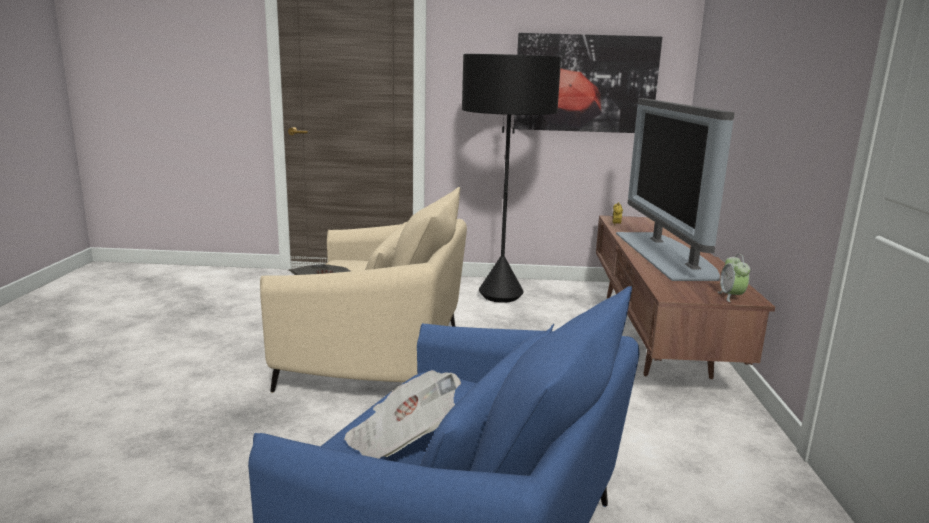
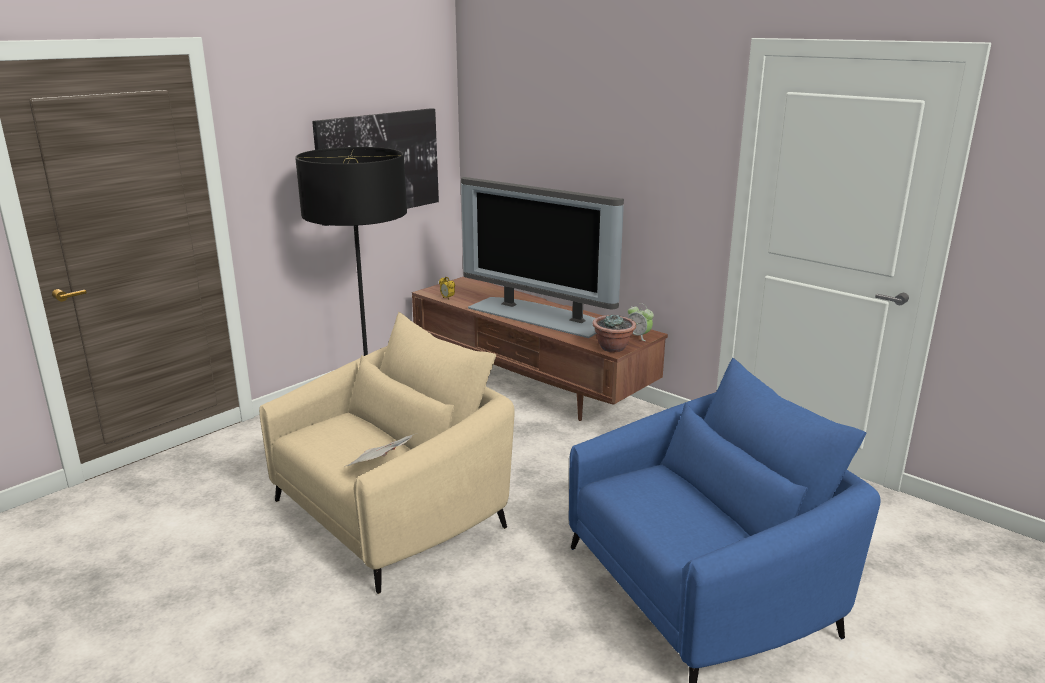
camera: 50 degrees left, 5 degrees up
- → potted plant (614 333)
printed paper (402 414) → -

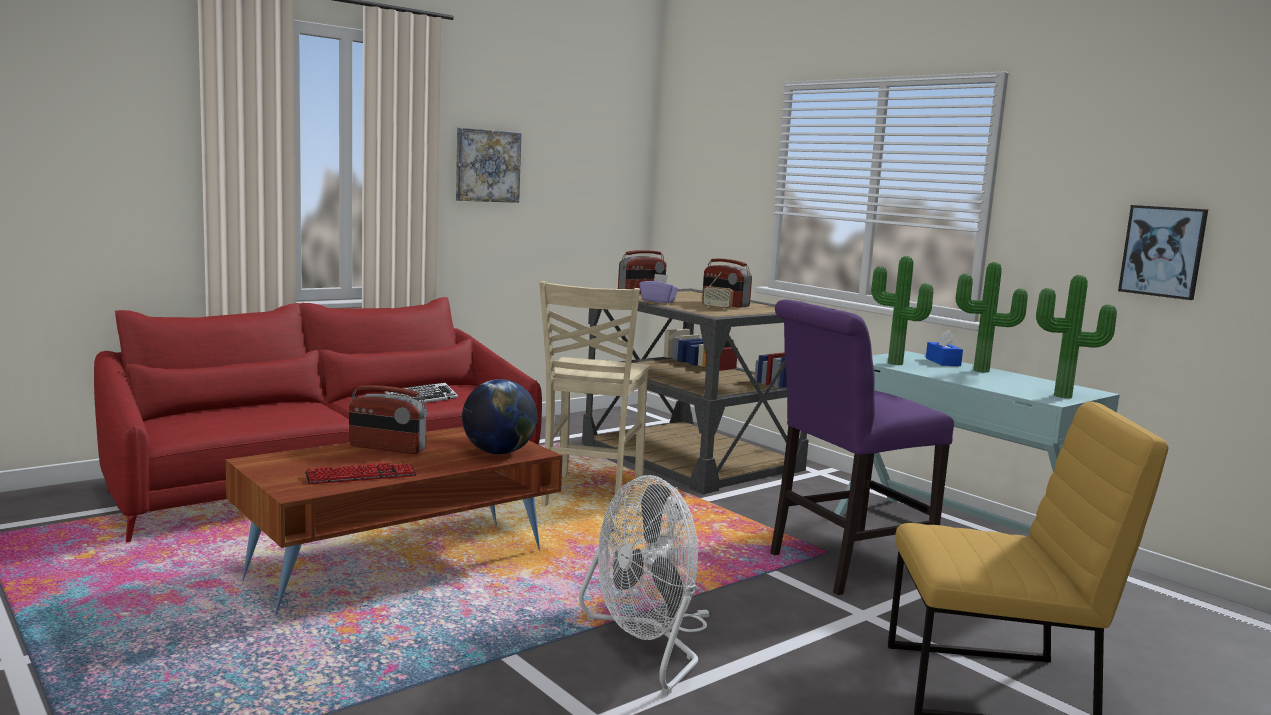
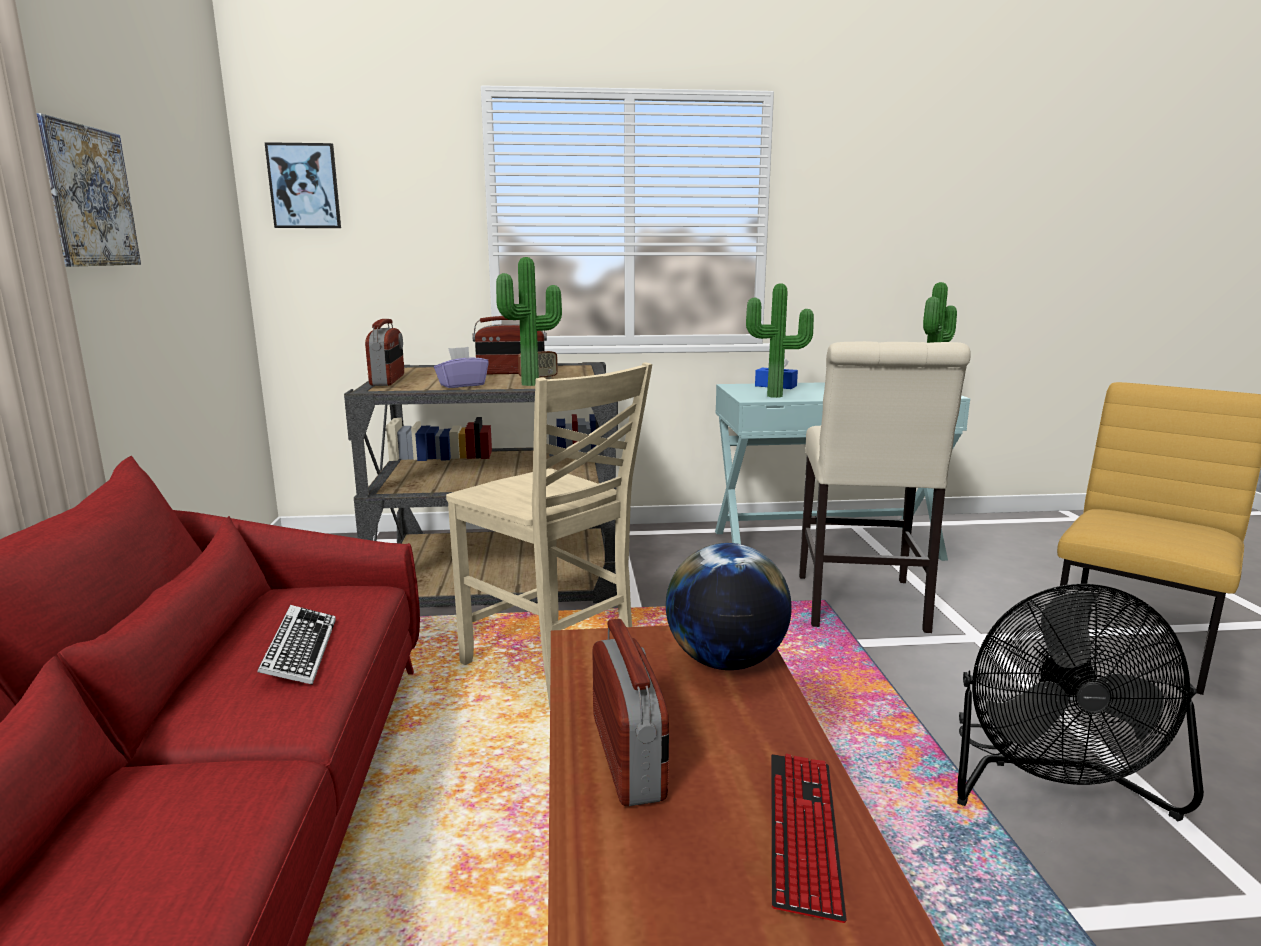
camera: 55 degrees left, 5 degrees up
wall art (1163 252) → wall art (302 185), moved
potted plant (992 317) → potted plant (529 321), moved
radio set (388 419) → radio set (630 712), 60 degrees counterclockwise
purple-coloured sitting stool (862 447) → beige-coloured sitting stool (885 487)
white cooling fan (645 585) → blackish cooling fan (1080 702)

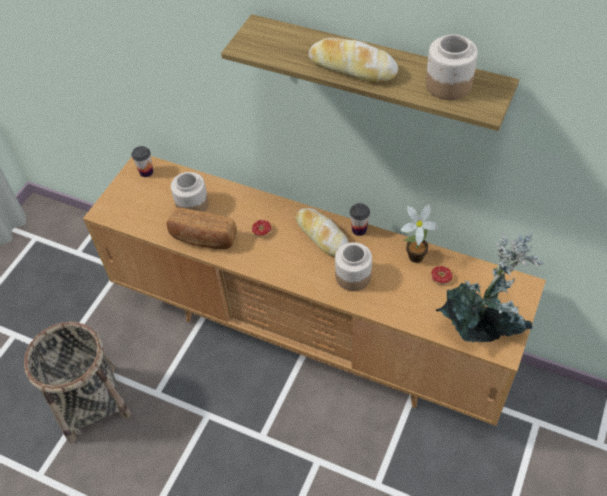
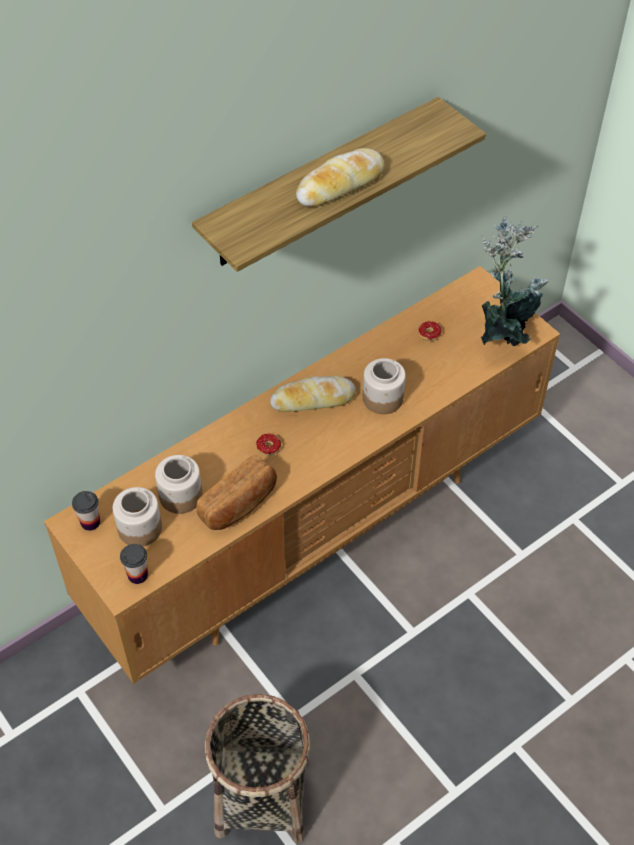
camera: 65 degrees left, 0 degrees up
preserve jar (452 67) → preserve jar (137 516), moved
drinking cup (360 219) → drinking cup (134 564), moved
potted plant (419 233) → -

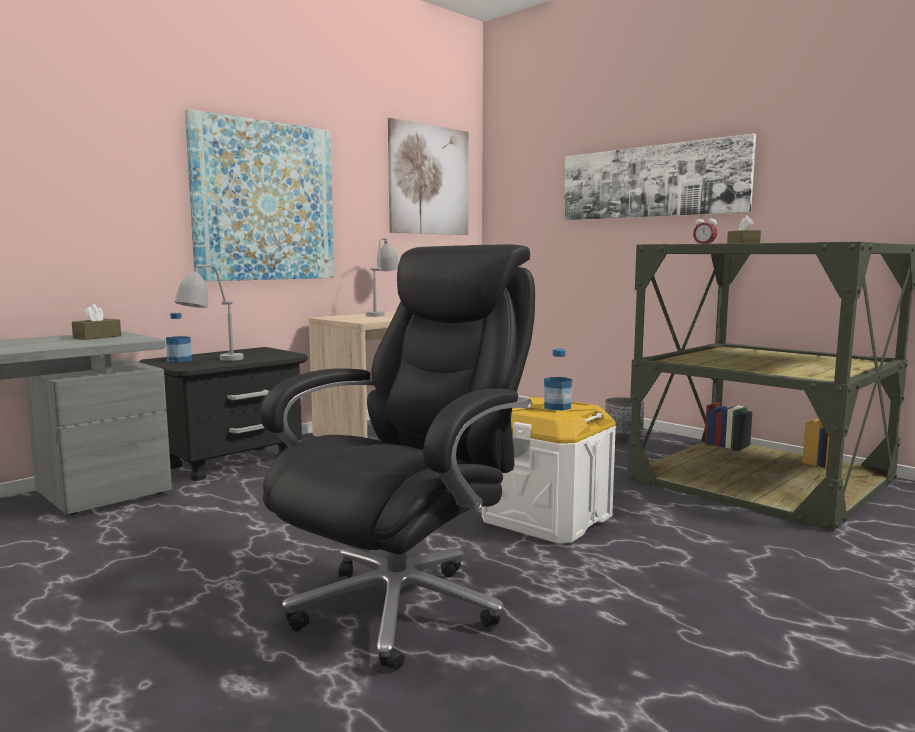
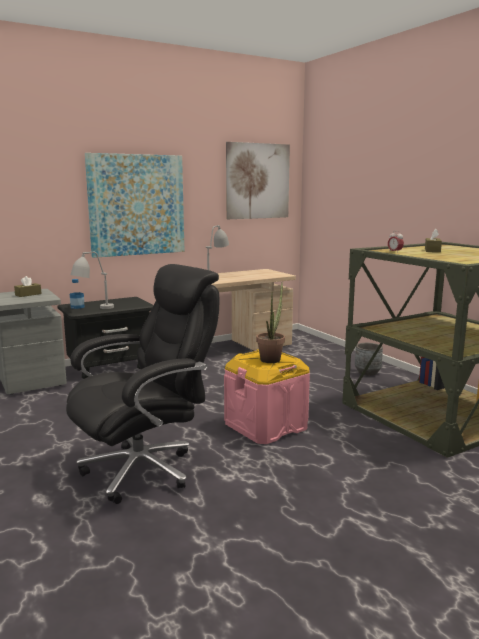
camera: 15 degrees right, 5 degrees up
white storage box (549 470) → pink storage box (267 396)
bottle (558 379) → potted plant (270 322)
wall art (660 176) → -

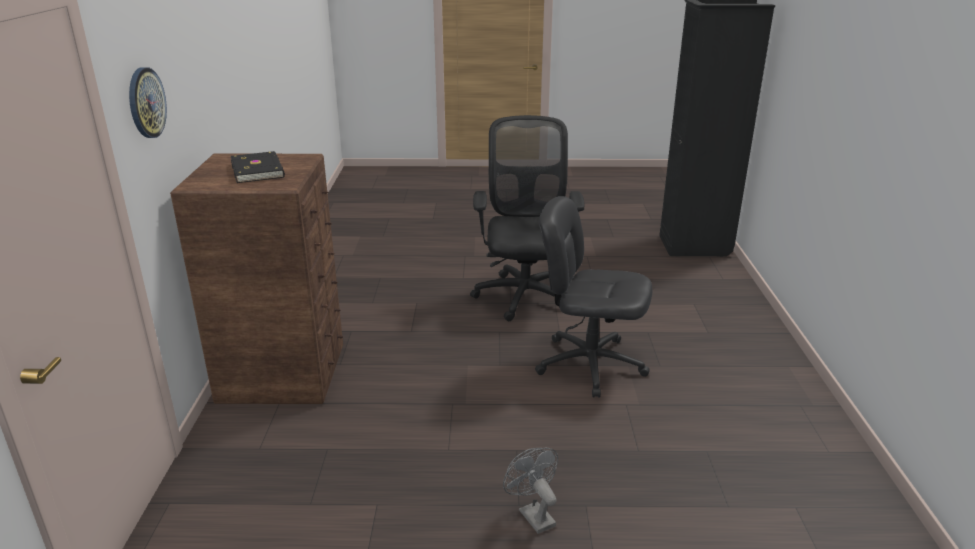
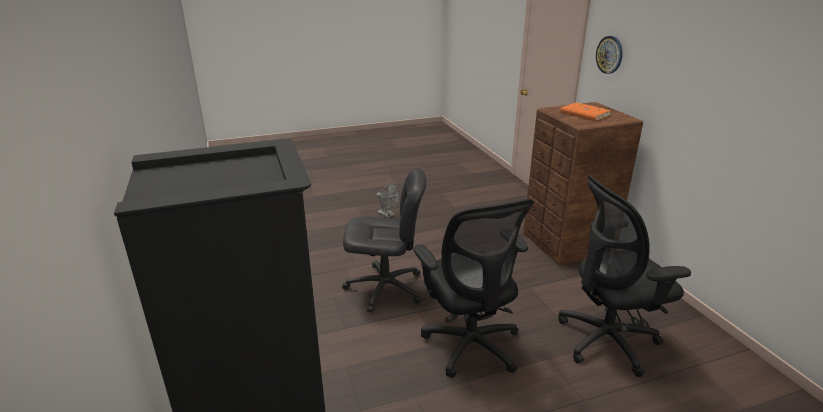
camera: 160 degrees right, 0 degrees up
- → blackish office chair (624 276)
blackish book (258 167) → orange-coloured book (585 112)

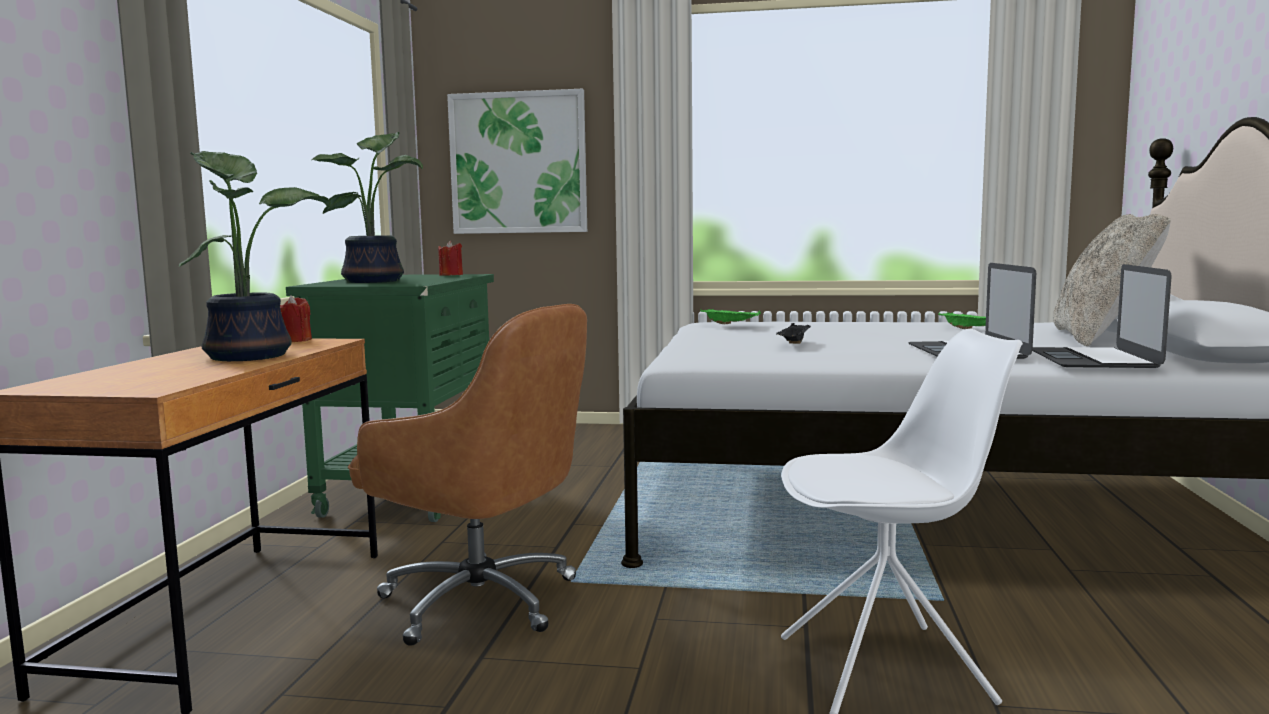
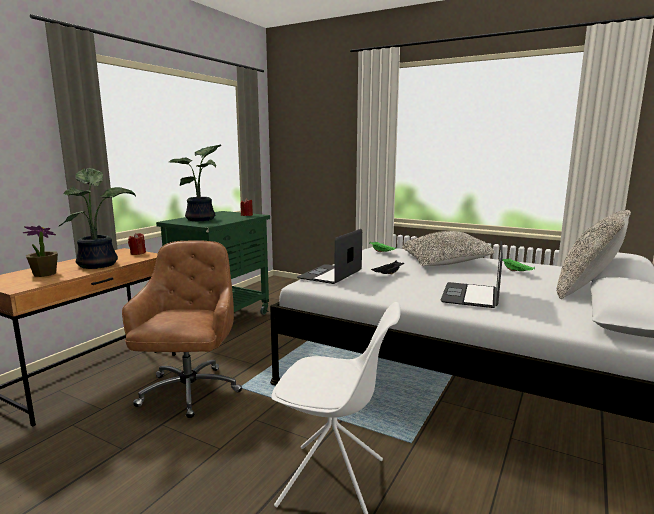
camera: 20 degrees right, 5 degrees up
- → potted plant (40 251)
brownish office chair (467 475) → brownish office chair (182 329), 135 degrees counterclockwise
laptop (1102 316) → laptop (329 256), moved
- → beige-coloured cushion (449 248)
wall art (517 161) → -

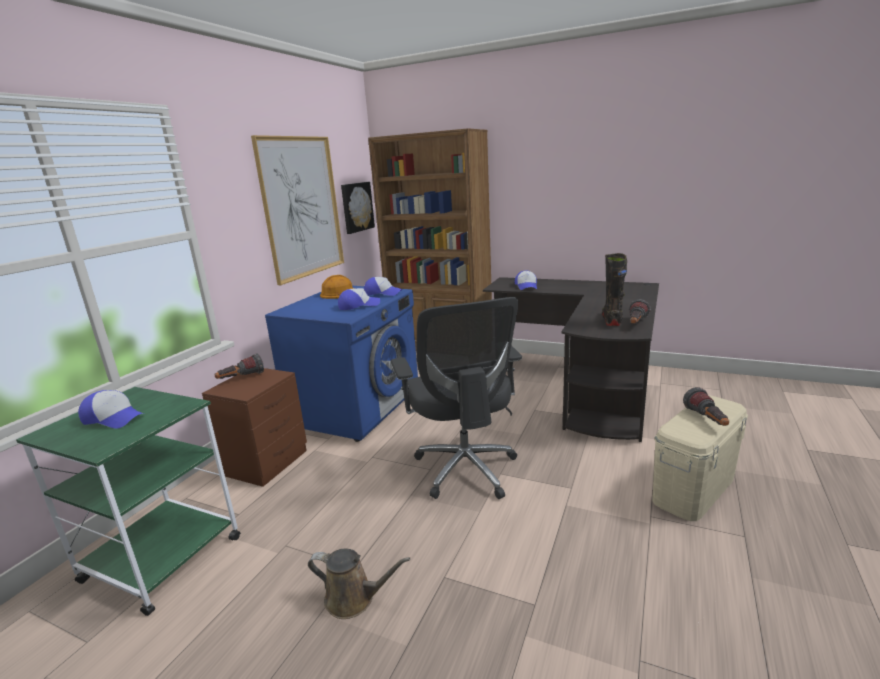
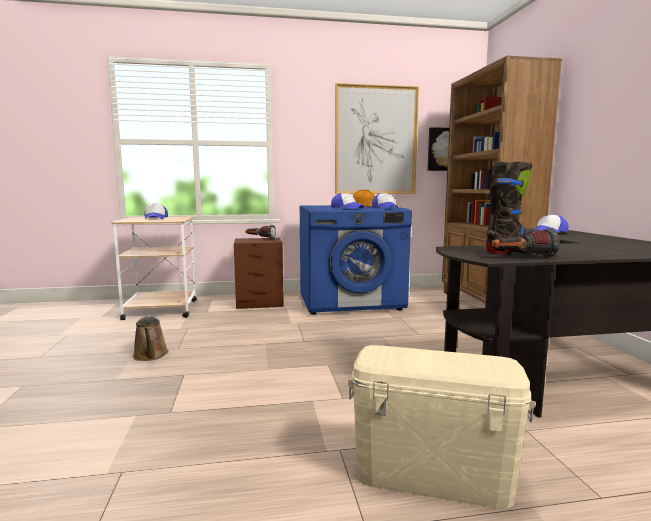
camera: 55 degrees right, 10 degrees down
green cart (128 501) → beige-coloured cart (154 268)
office chair (456 398) → -
hand torch (706 406) → -

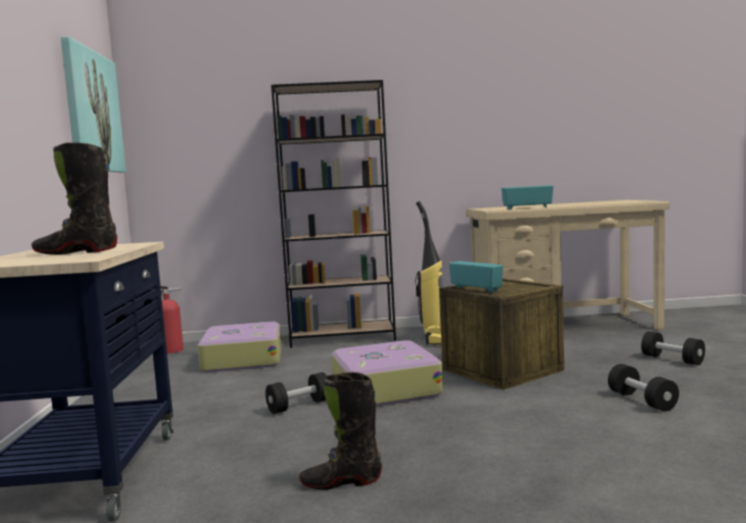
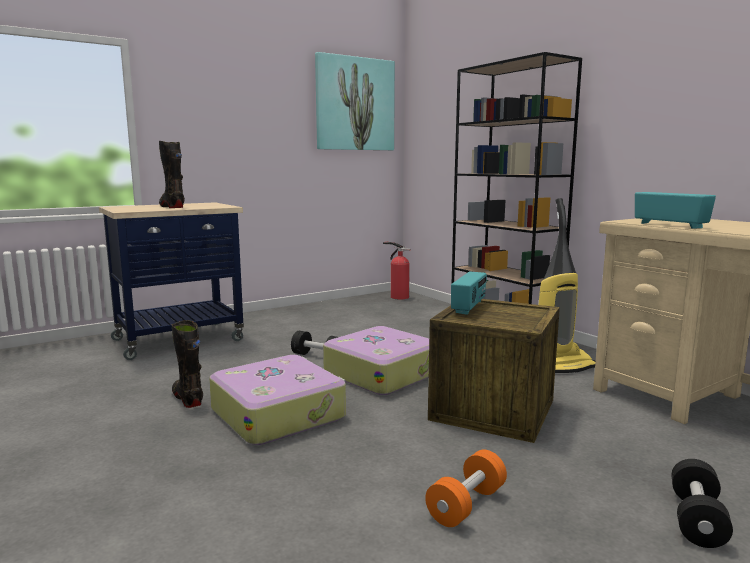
camera: 60 degrees right, 5 degrees up
travel case (240 347) → travel case (277 400), moved
blackish hand weight (643 387) → orange-coloured hand weight (466 488)

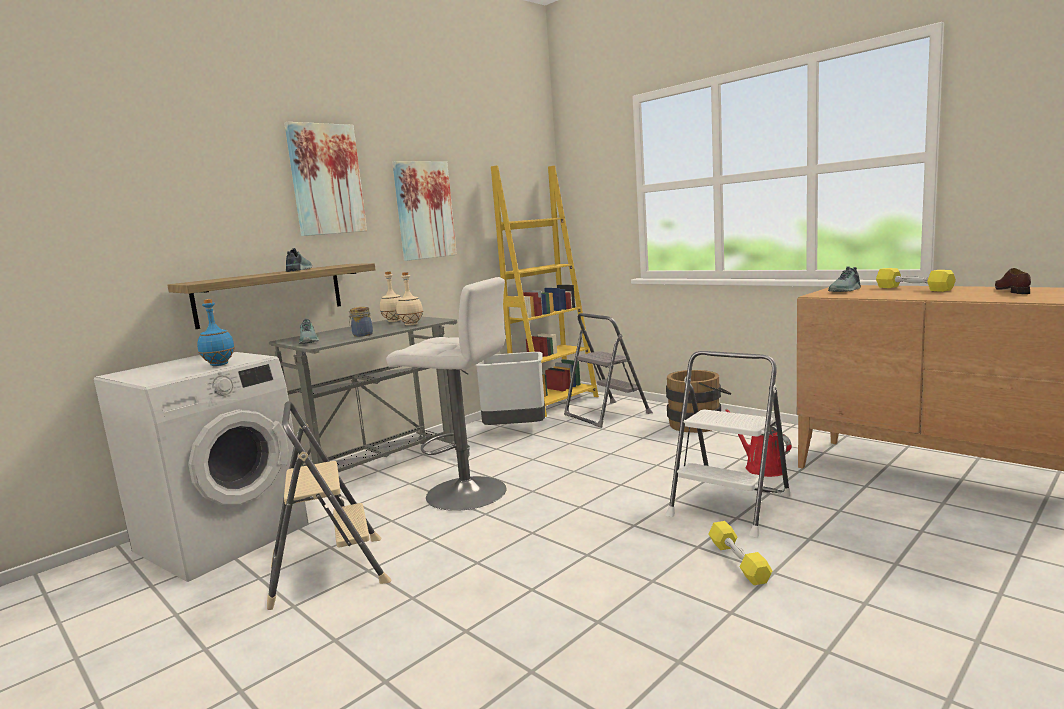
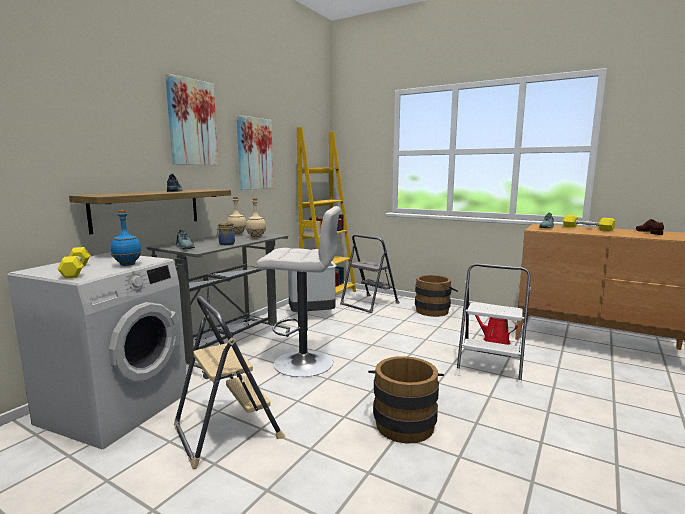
camera: 15 degrees left, 0 degrees up
yellow hand weight (740 553) → yellow hand weight (74 262), moved
- → brownish pail (406 400)

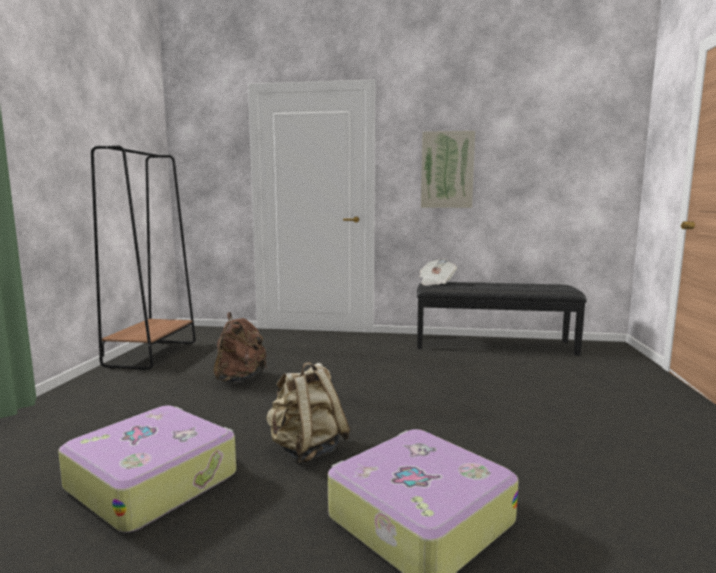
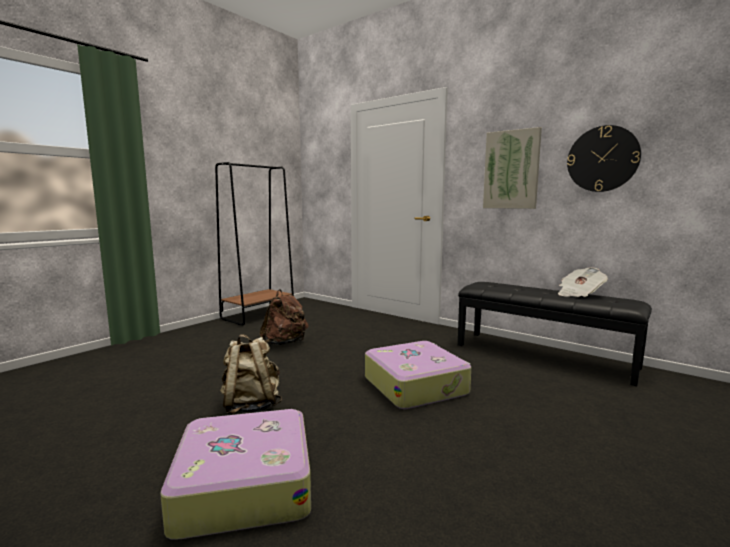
camera: 30 degrees right, 0 degrees up
travel case (147 469) → travel case (418 375), moved
printed paper (438 272) → printed paper (583 282), moved
- → hanging clock (604 158)

